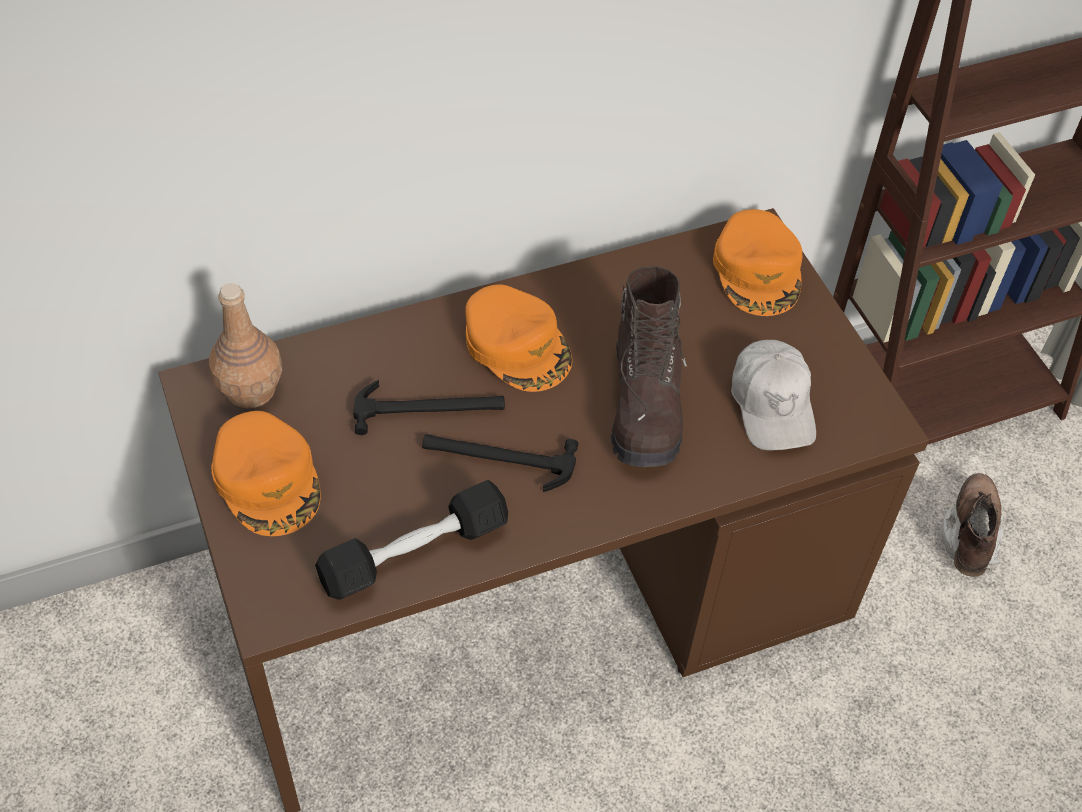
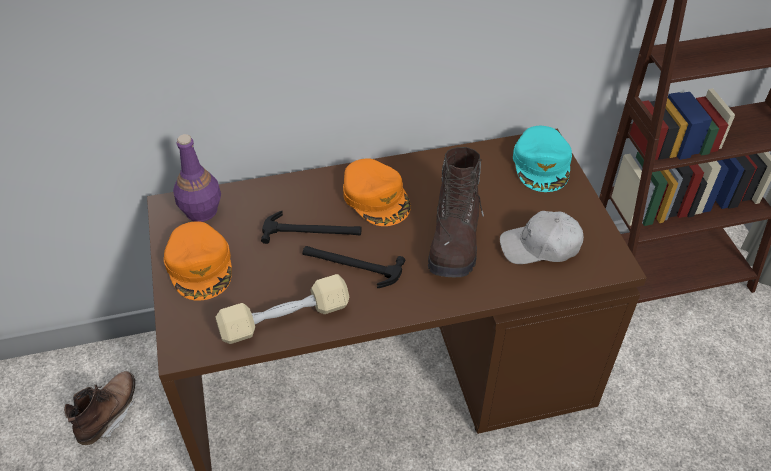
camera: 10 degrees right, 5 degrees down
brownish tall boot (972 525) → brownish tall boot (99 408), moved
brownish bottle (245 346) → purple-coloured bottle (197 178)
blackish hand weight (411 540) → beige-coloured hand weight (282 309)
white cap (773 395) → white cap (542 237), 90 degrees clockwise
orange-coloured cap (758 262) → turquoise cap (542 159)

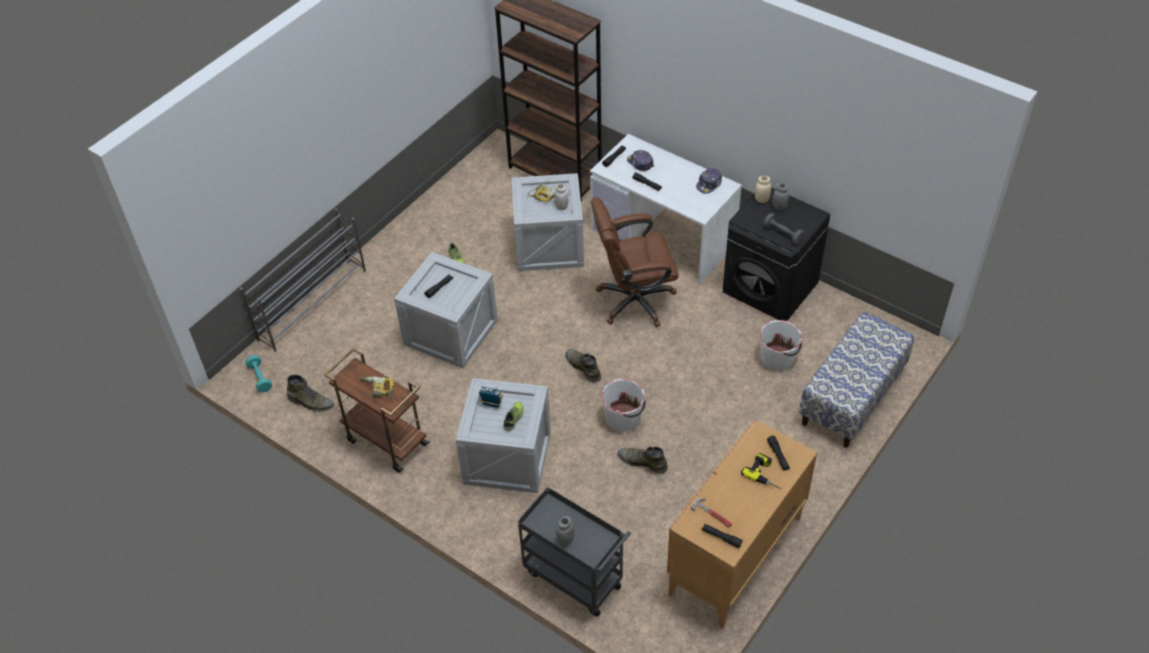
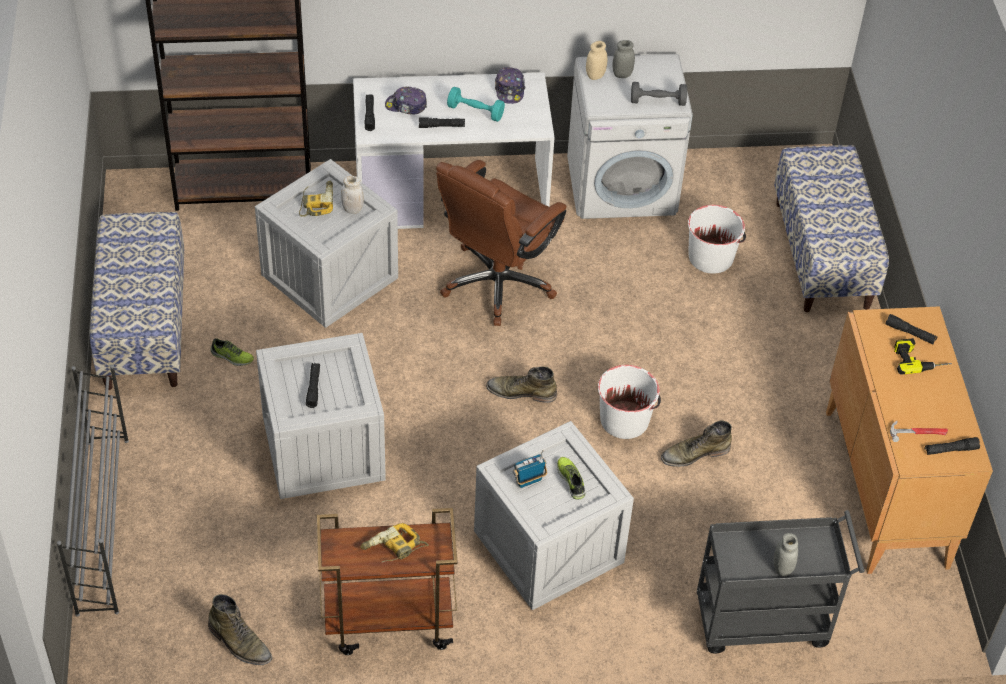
camera: 45 degrees left, 0 degrees up
- → indoor bench (137 301)
green tall boot (310 393) → green tall boot (240 629), 60 degrees clockwise
turquoise hand weight (258 374) → turquoise hand weight (476 104), moved
blackish laundry machine (776 254) → white laundry machine (630 136)

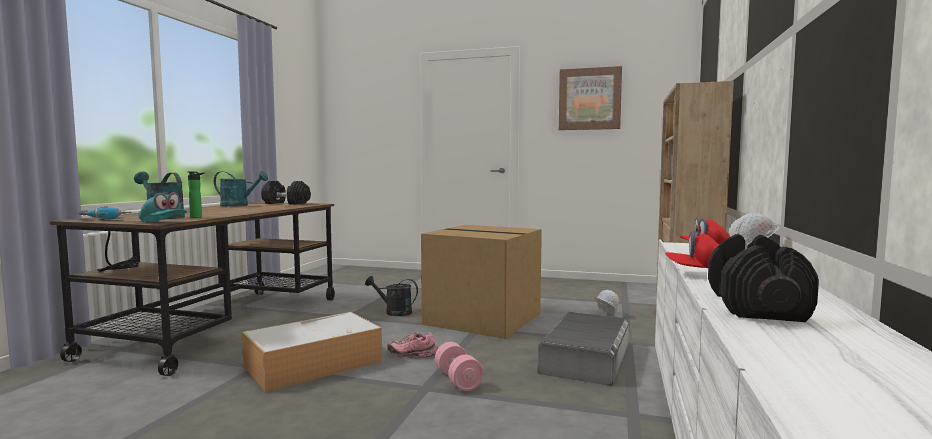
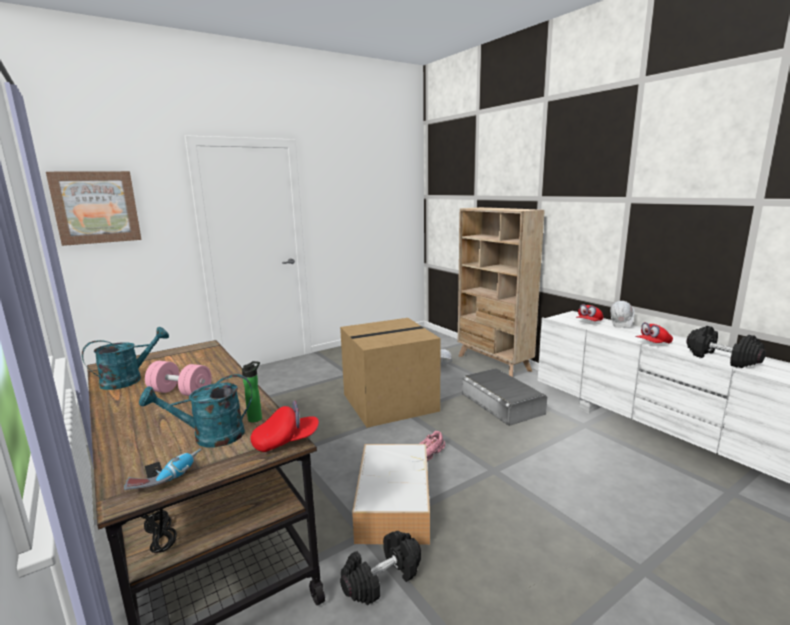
camera: 50 degrees left, 10 degrees up
wall art (590 98) → wall art (94 208), moved
pink hand weight (459 366) → pink hand weight (178 378), moved
turquoise cap (162 207) → red-coloured cap (284 426)
blackish hand weight (286 193) → blackish hand weight (380 568), moved
blackish sprinkling can (391 296) → -

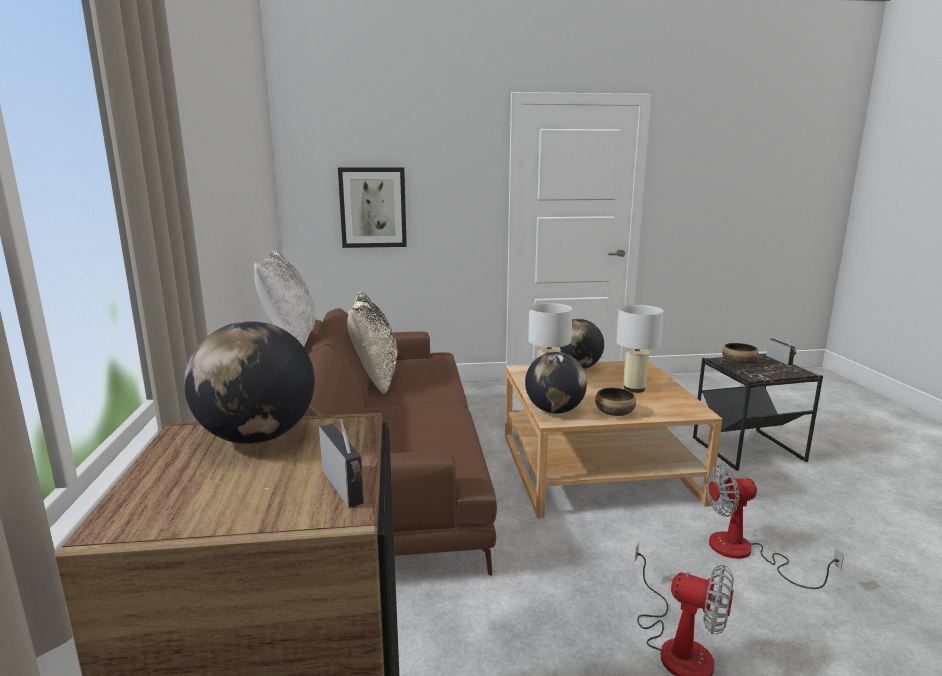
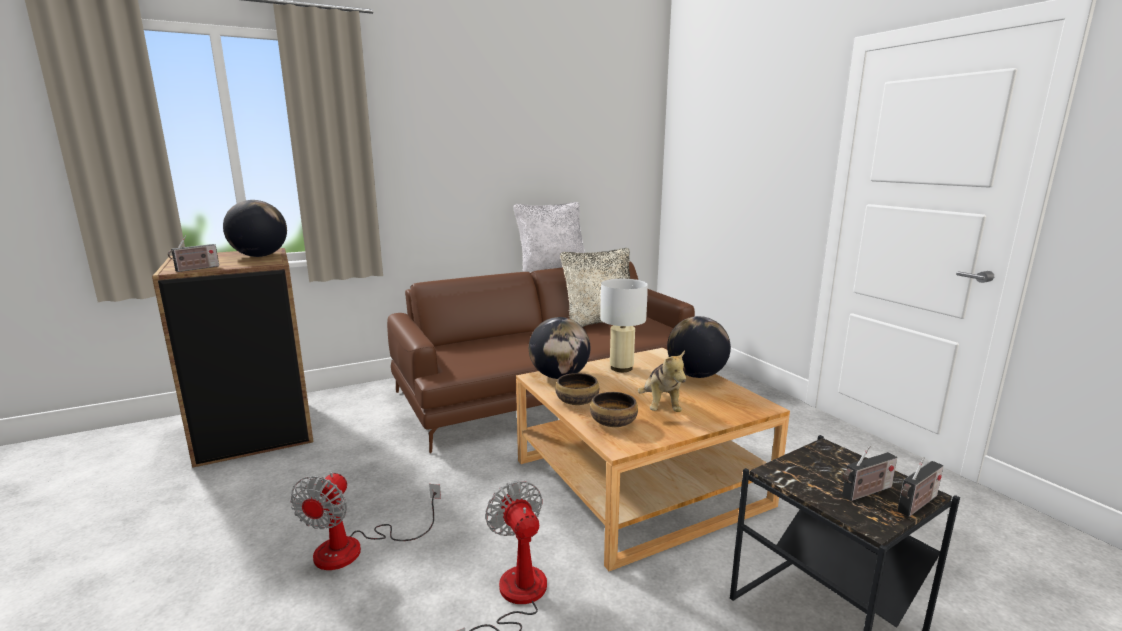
camera: 70 degrees right, 0 degrees up
deep dish (740 354) → deep dish (614 409), moved
white table lamp (640 349) → cuddly toy (662 381)
- → radio set (869 473)
wall art (372 207) → -

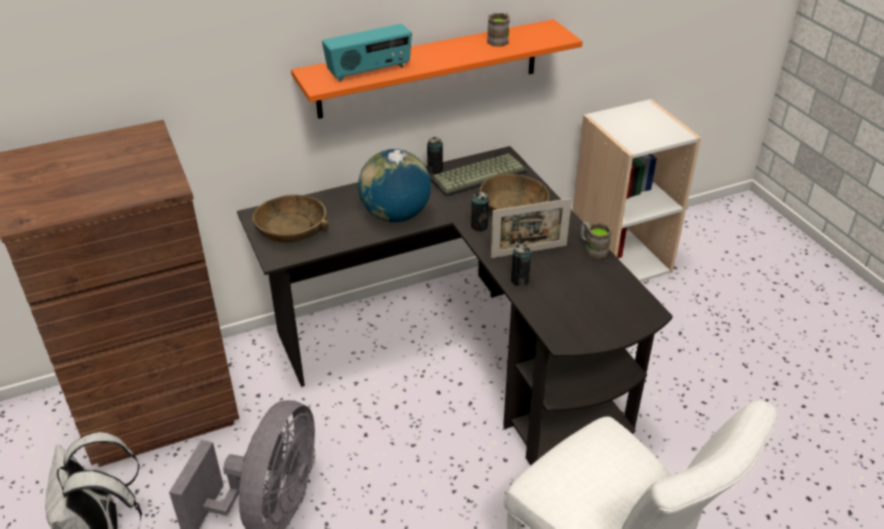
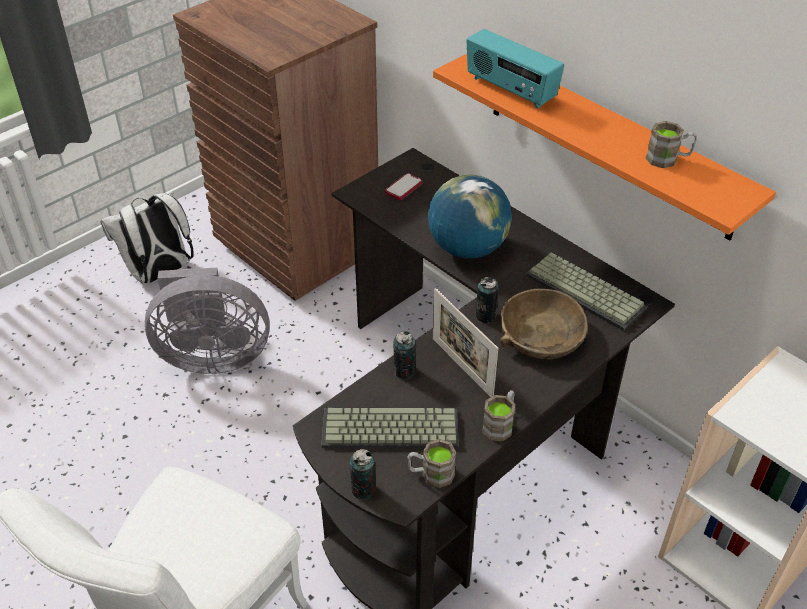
camera: 70 degrees right, 5 degrees up
- → keyboard (390 428)
metal can (435 155) → metal can (362 474), moved
brownish deep dish (290 218) → phone (404 186)
- → brownish coffee mug (431 463)

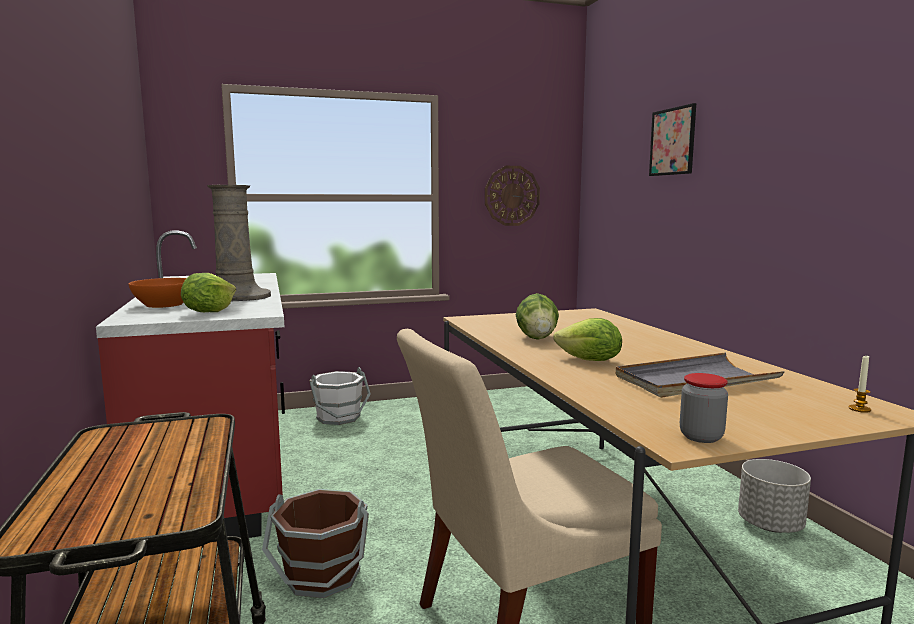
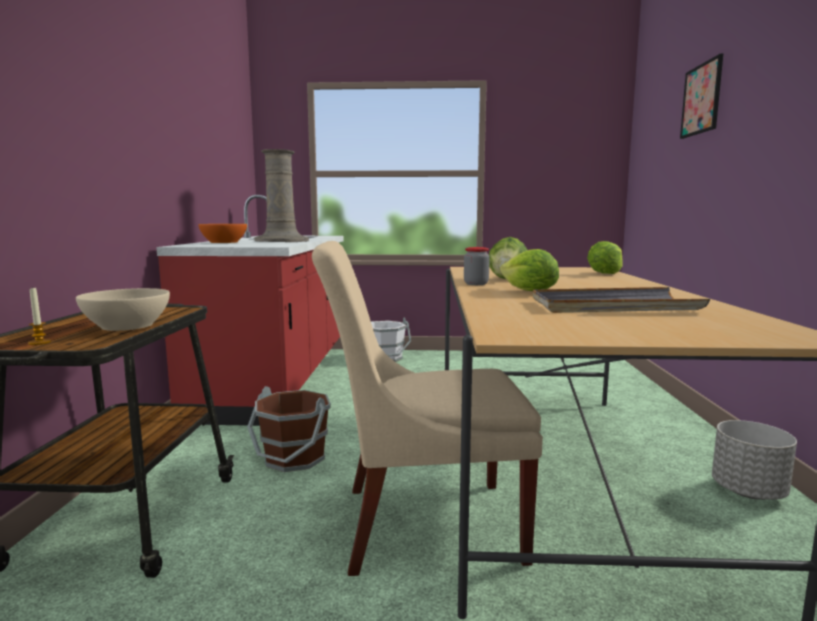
camera: 20 degrees right, 0 degrees up
candle (860 384) → candle (39 315), moved
- → beige-coloured deep dish (123 309)
preserve jar (704 408) → preserve jar (477 266), moved
head of lettuce (208 292) → head of lettuce (605 257), moved
hanging clock (512 196) → -

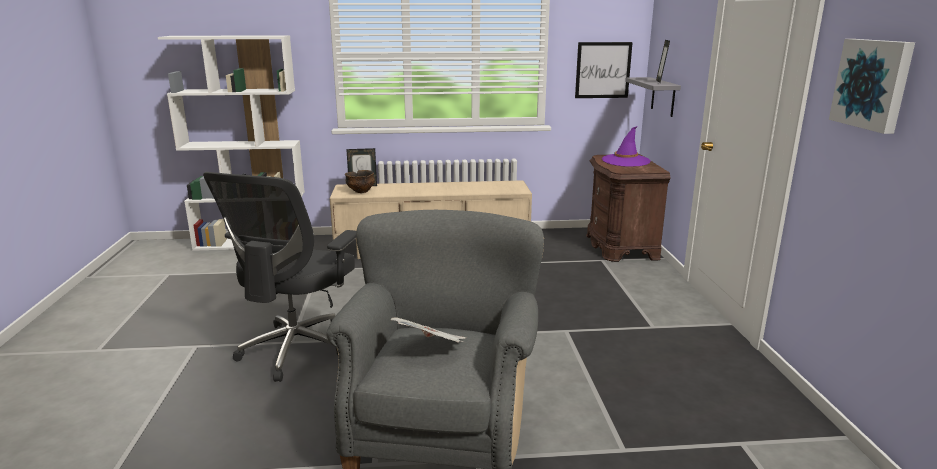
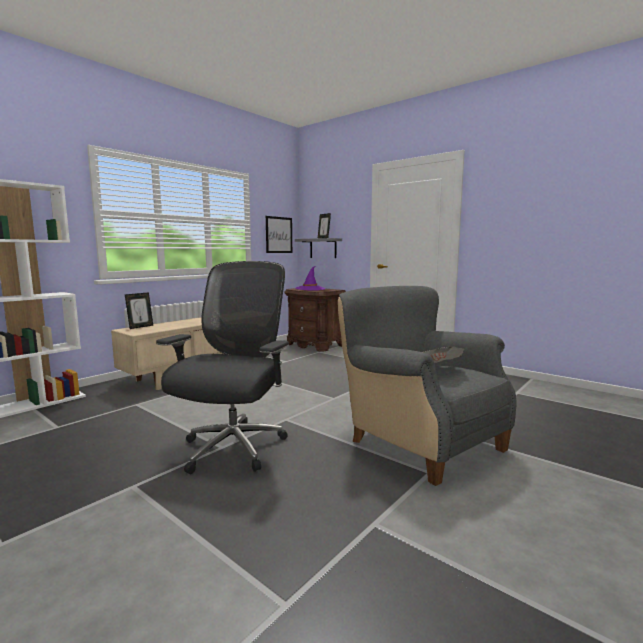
camera: 45 degrees left, 10 degrees down
office chair (279 277) → office chair (222 367), 135 degrees counterclockwise
deep dish (360 181) → -
wall art (872 86) → -

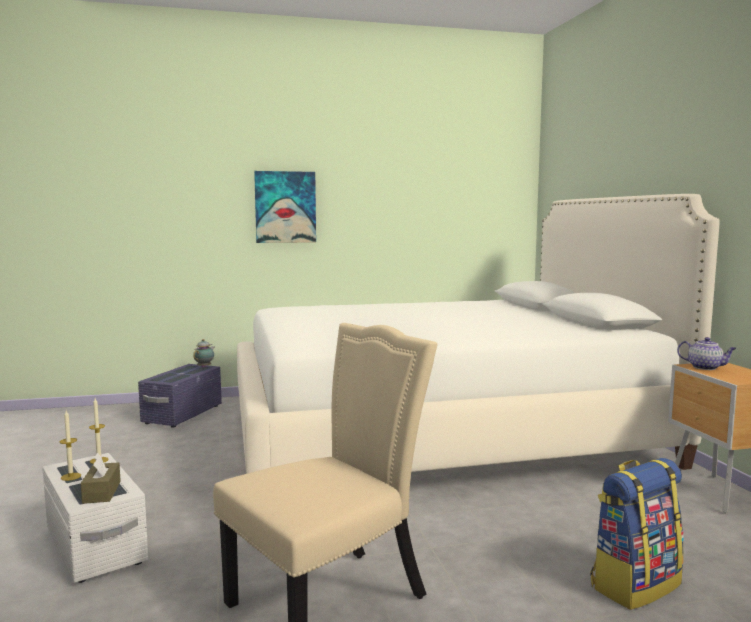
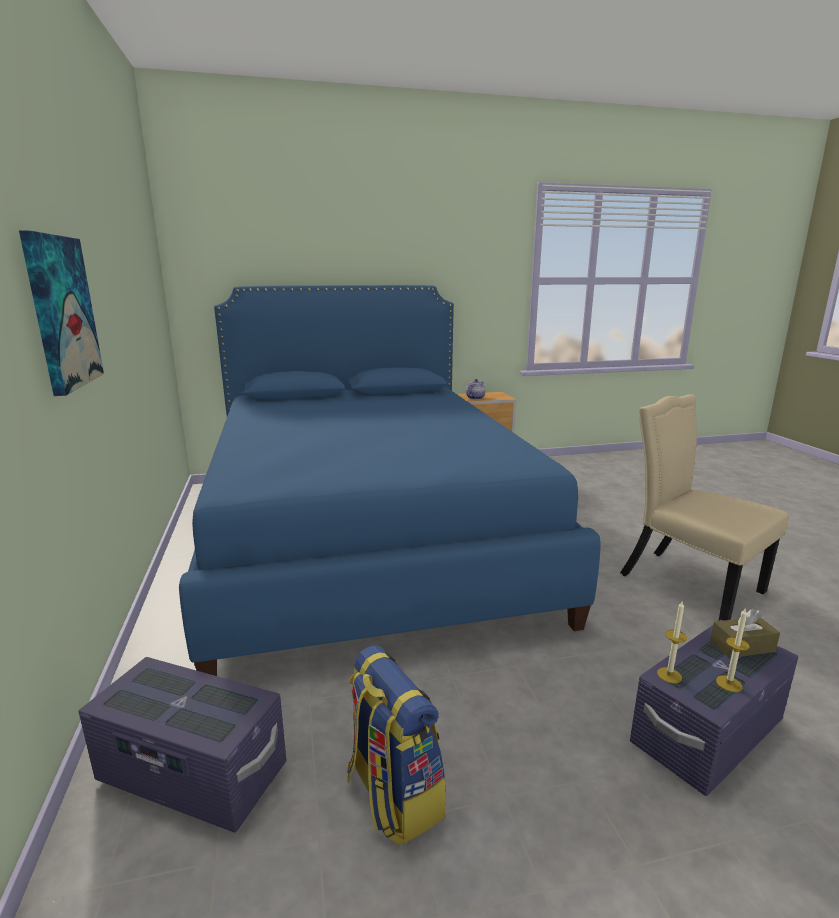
camera: 90 degrees left, 10 degrees up
white bedroom bed (478 334) → bluish bedroom bed (389 480)
rucksack (637 534) → rucksack (396 745), moved
white storage box (95 518) → purple-coloured storage box (714 708)
pot for tea (203 353) → -

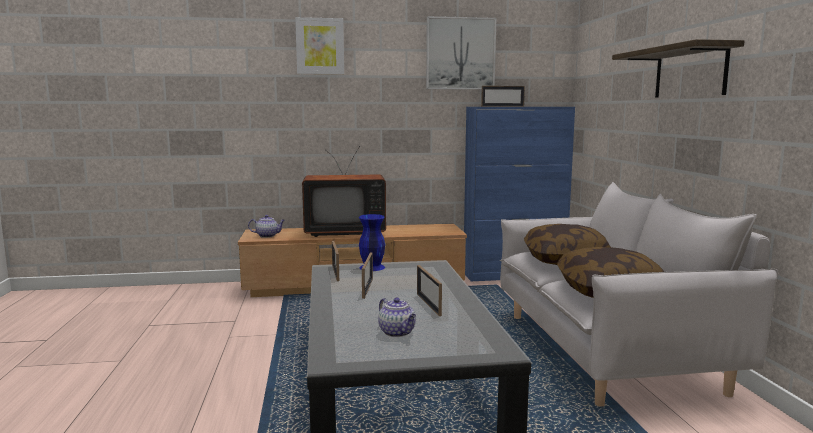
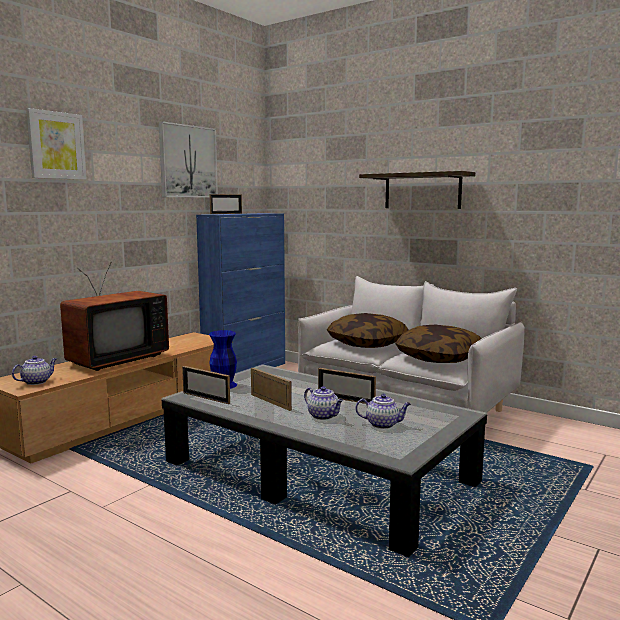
camera: 45 degrees left, 0 degrees up
- → pot for tea (323 403)

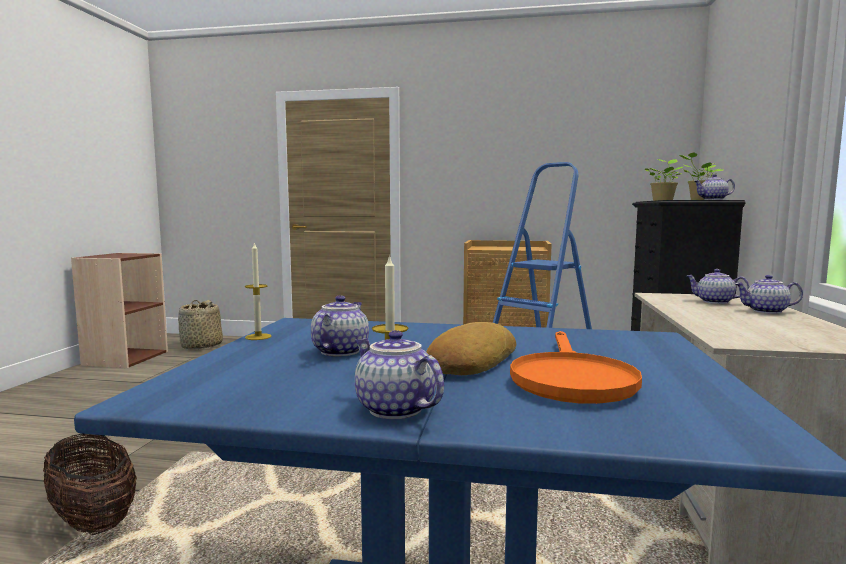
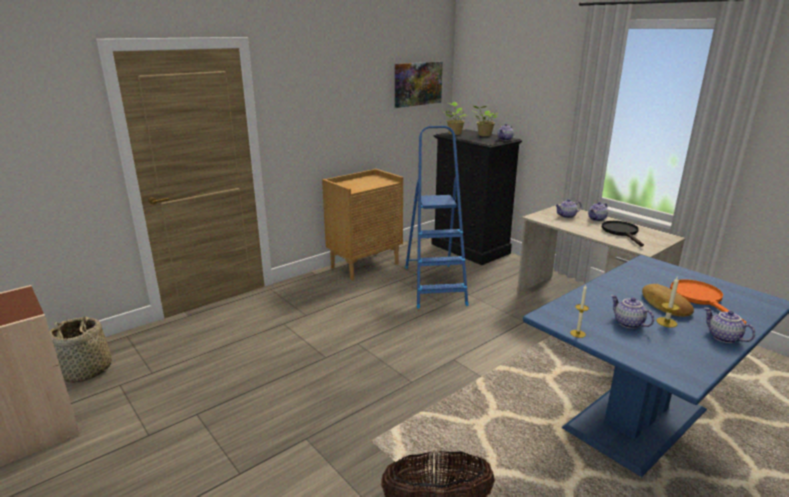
camera: 50 degrees left, 15 degrees up
- → wall art (419 84)
- → blackish frying pan (623 234)
orange-coloured frying pan (576 367) → orange-coloured frying pan (708 302), 150 degrees counterclockwise
pot for tea (399 374) → pot for tea (729 325), 60 degrees clockwise

